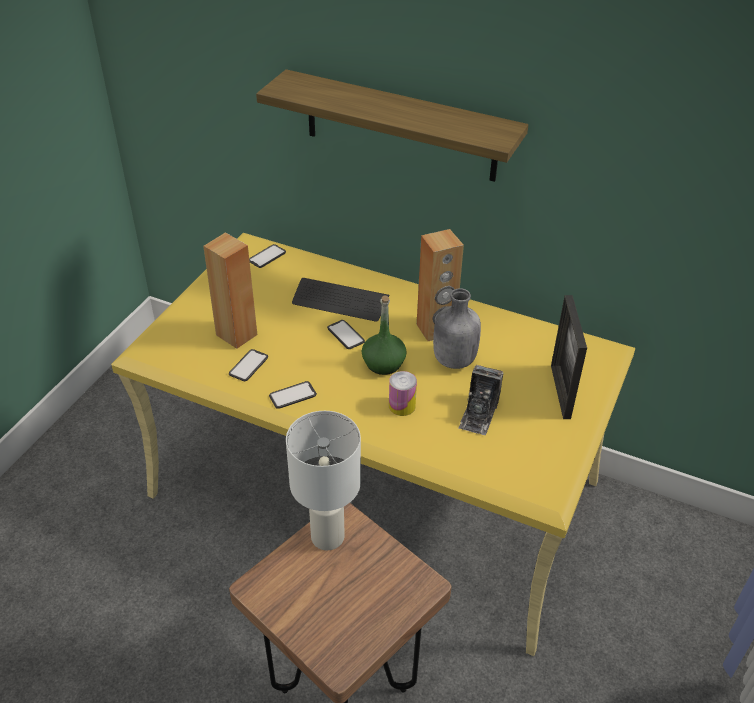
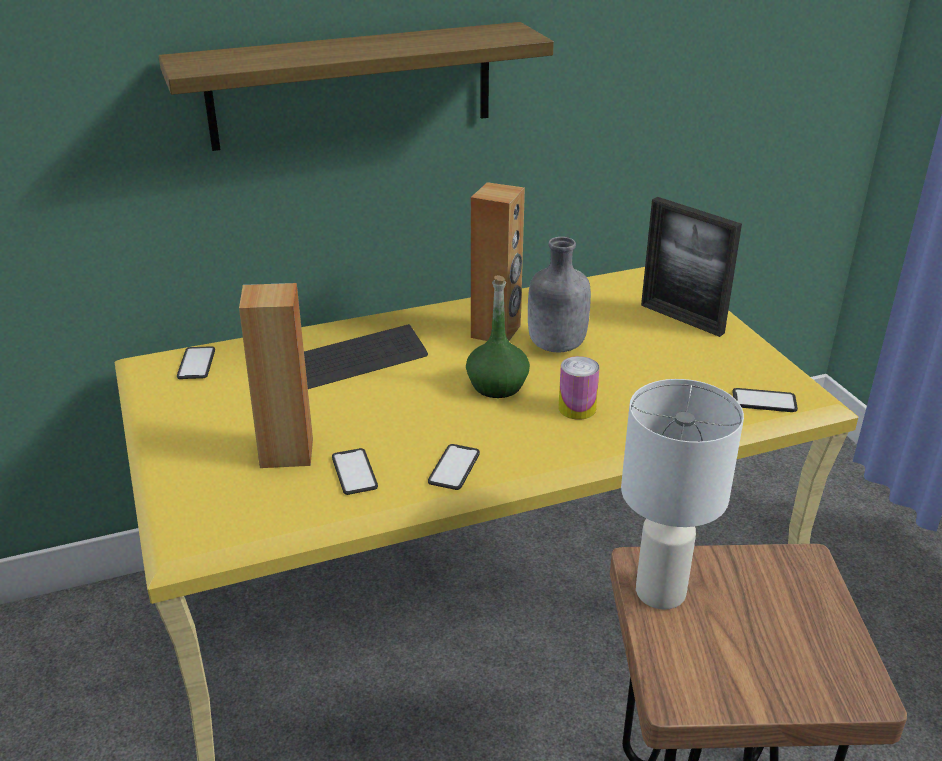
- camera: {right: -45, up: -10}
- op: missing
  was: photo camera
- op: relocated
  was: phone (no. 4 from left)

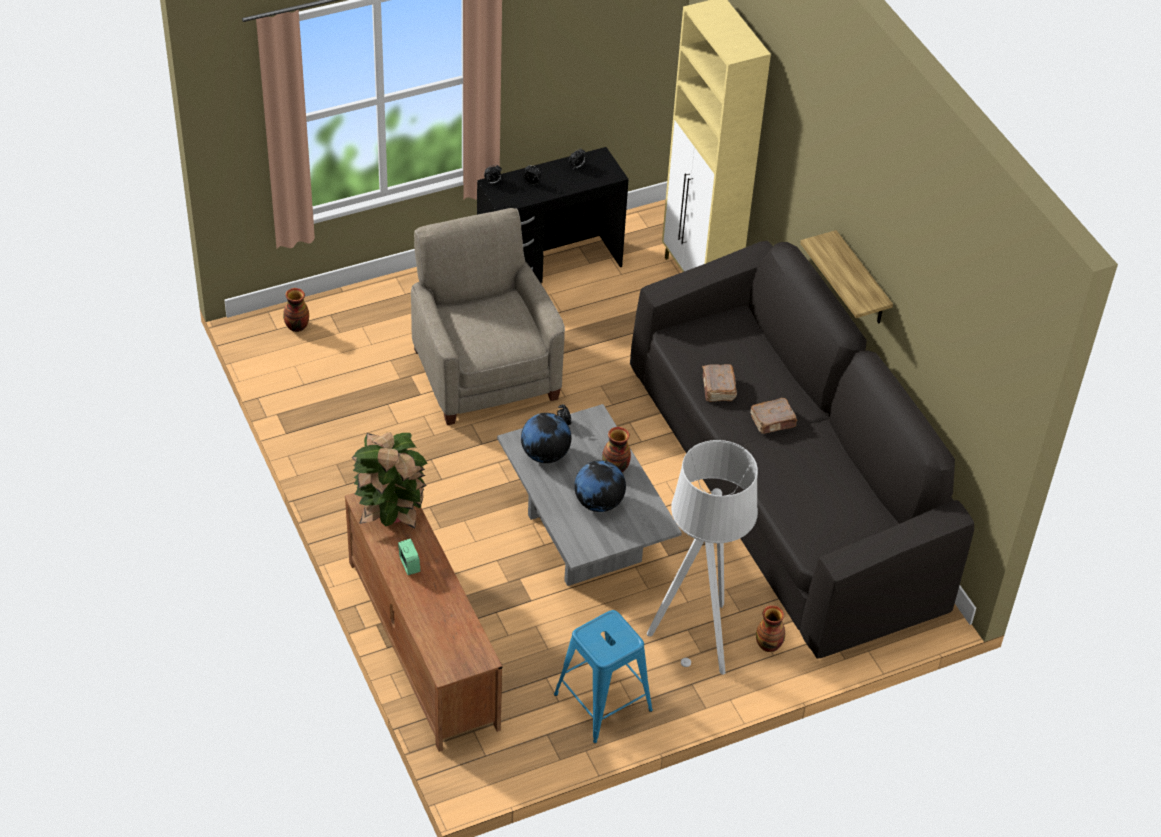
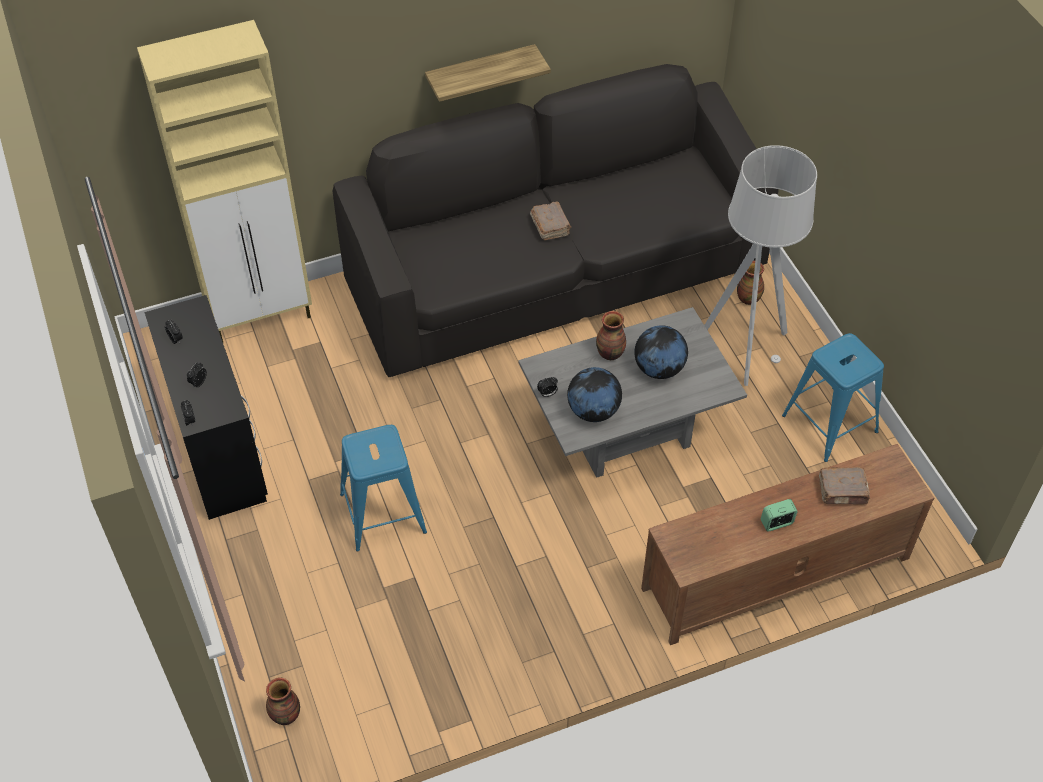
- camera: {right: -85, up: 5}
- op: missing
  was: potted plant
- op: relocated
  was: brown book (no. 1 from left in the first image)
  now: brown book (no. 2 from left)
- op: exchanged
  was: beige armchair
  now: blue stool (no. 1 from left)

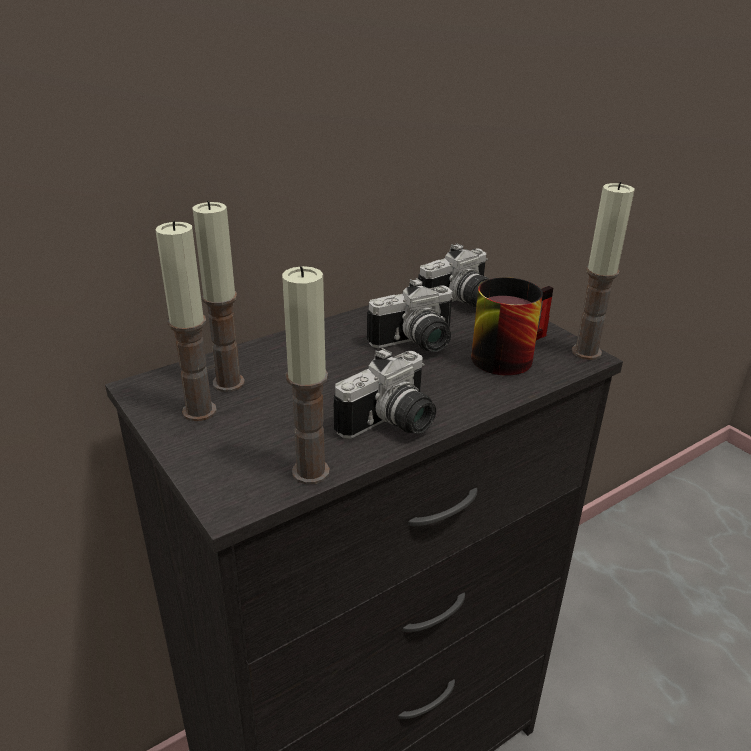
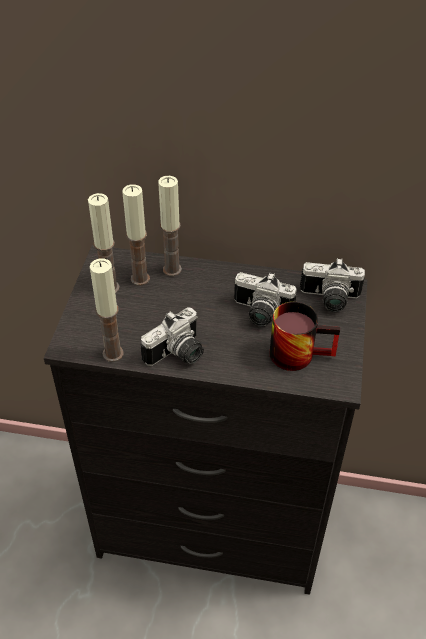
- camera: {right: 45, up: 15}
- op: relocated
  was: candle (no. 4 from left)
- op: spun
  was: photo camera (no. 1 from left)
  clockwise: -45

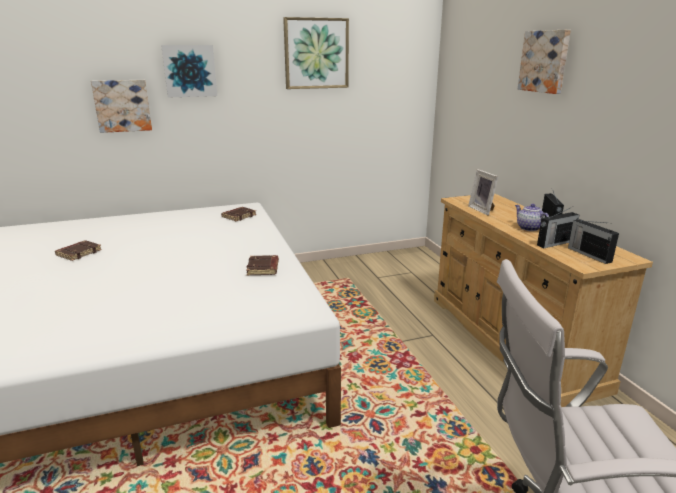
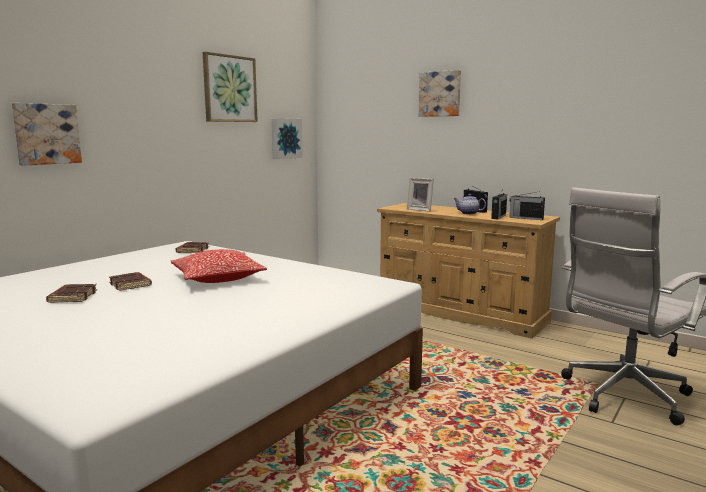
- camera: {right: -35, up: -10}
- op: appeared
  now: pillow
- op: relocated
  was: picture (no. 2 from left in the first image)
  now: picture (no. 3 from left)
- op: relocated
  was: brown book (no. 3 from left in the first image)
  now: brown book (no. 2 from left)

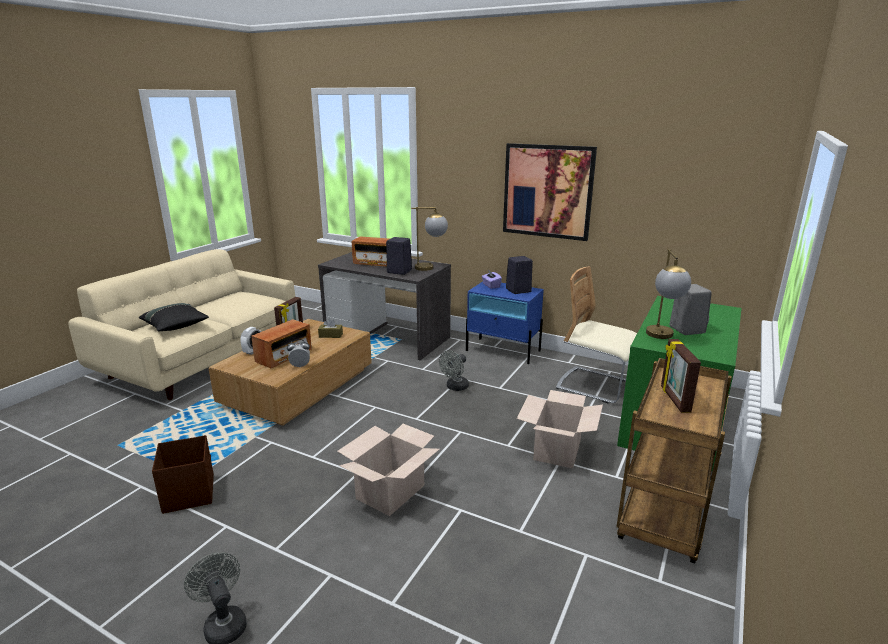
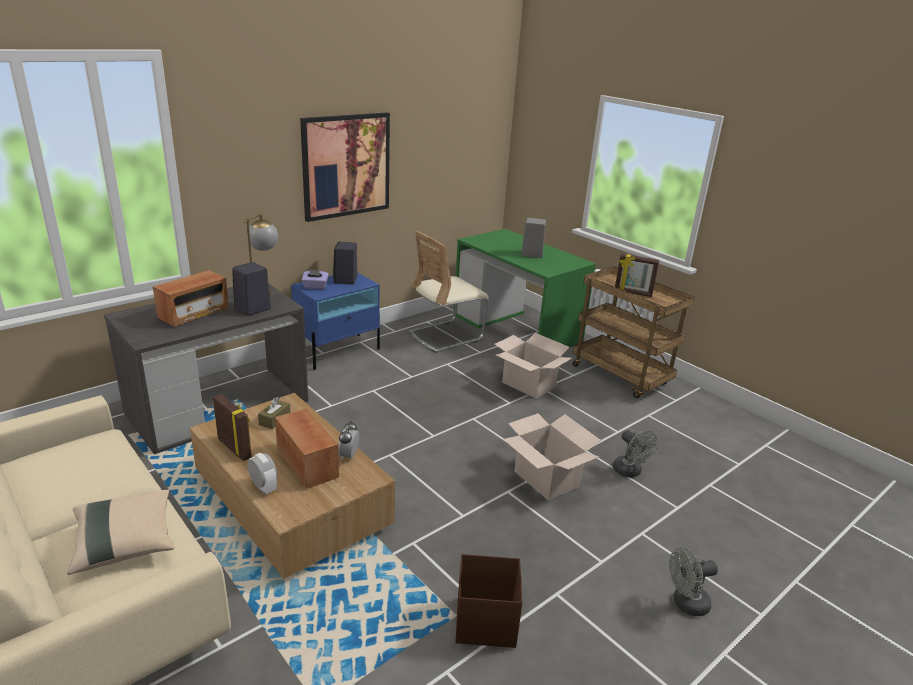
- camera: {right: -70, up: 5}
- op: missing
  was: table lamp (no. 2 from left)
- op: relocated
  was: grey fan (no. 2 from left in the first image)
  now: grey fan (no. 1 from left)
- op: colour
  was: black pillow
  now: beige pillow

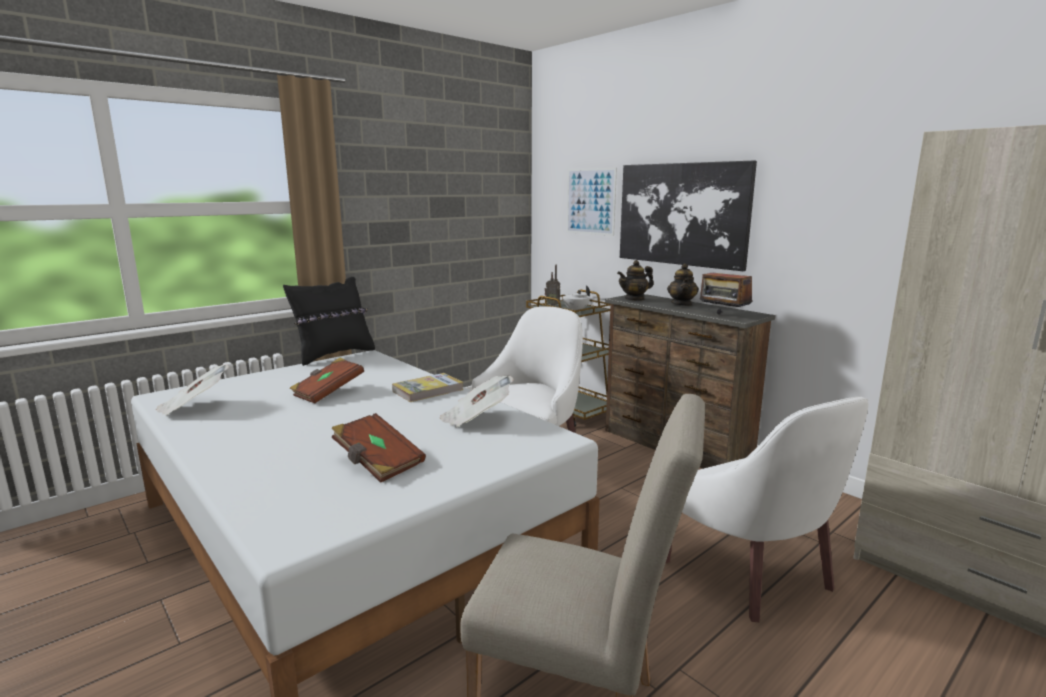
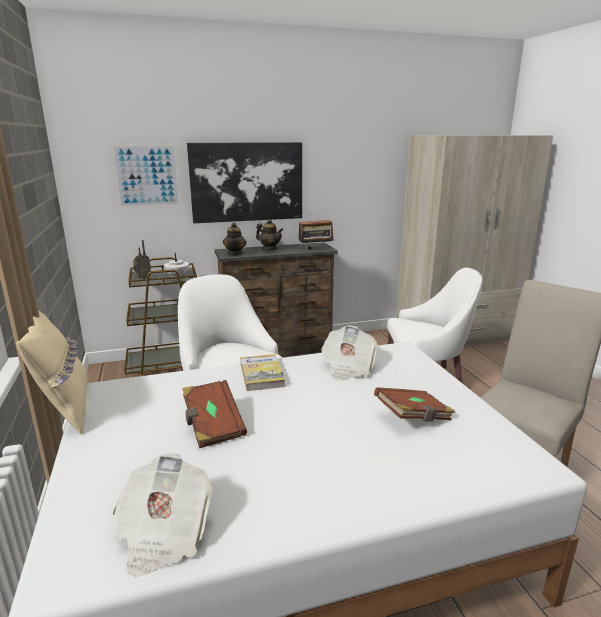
- camera: {right: -65, up: 5}
- op: colour
  was: black pillow
  now: beige pillow

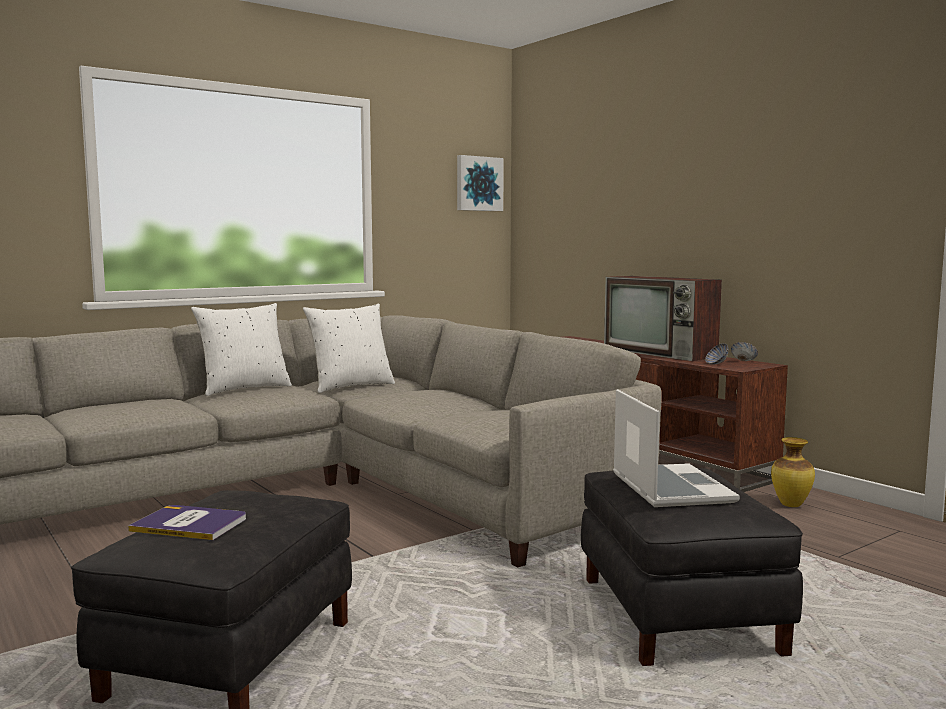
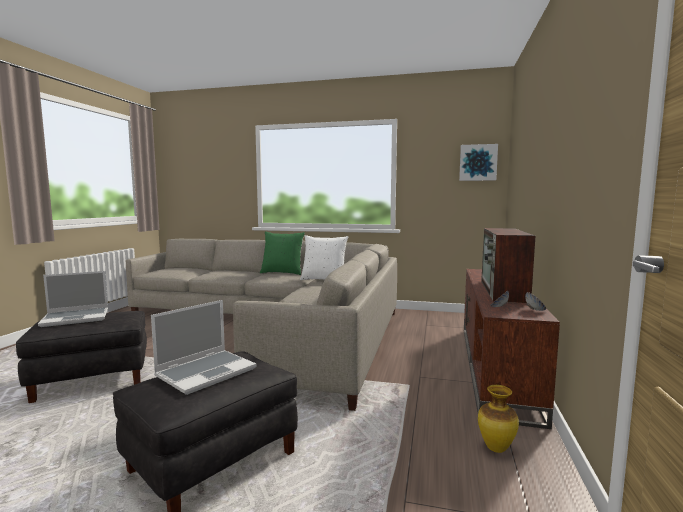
- camera: {right: 50, up: 0}
- op: exchanged
  was: book
  now: laptop (no. 1 from left)
- op: colour
  was: white pillow (no. 1 from left)
  now: green pillow

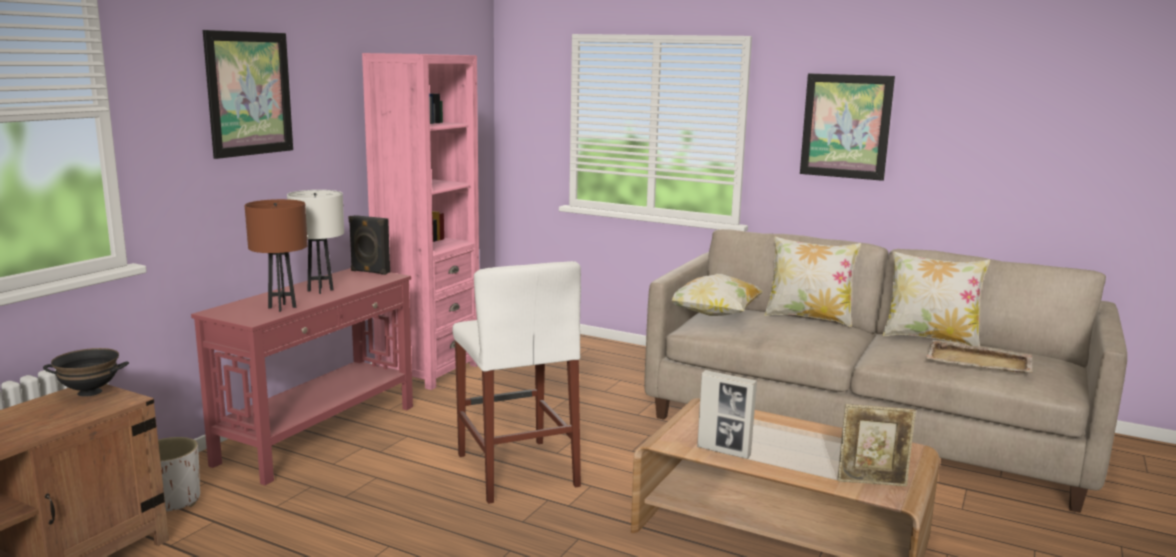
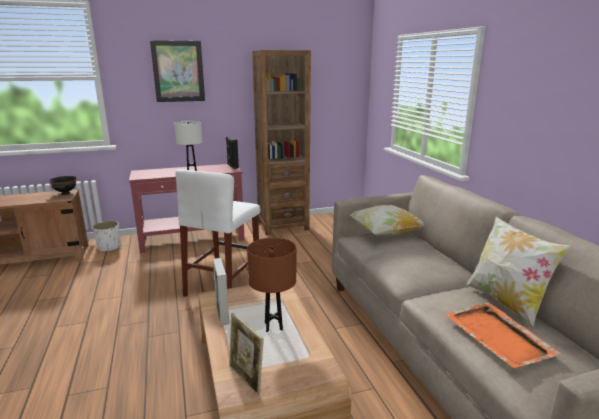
- camera: {right: 45, up: 5}
- op: missing
  was: pillow (no. 2 from left)
- op: missing
  was: picture (no. 2 from left)
- op: relocated
  was: brown table lamp
- op: colour
  was: pink bookcase
  now: brown bookcase
- op: colour
  was: beige tray
  now: orange tray

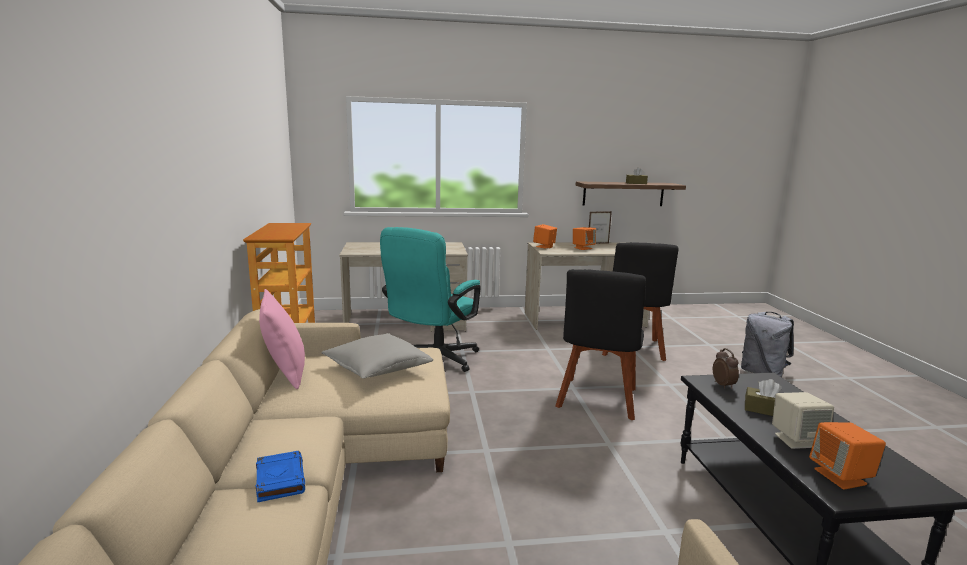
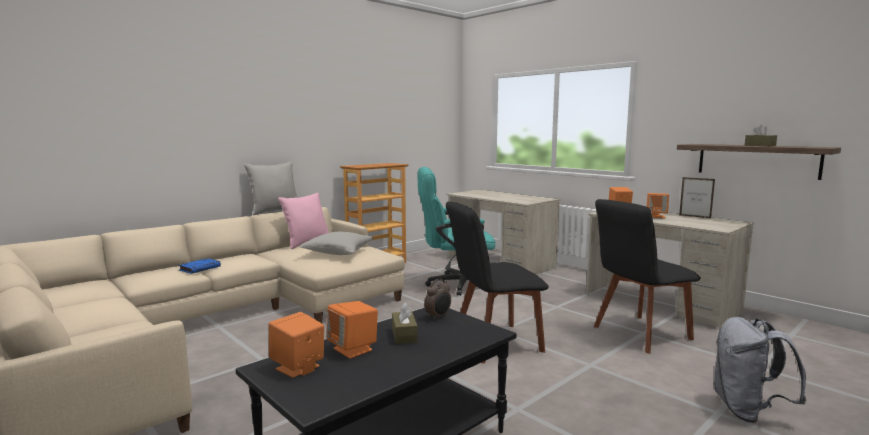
- camera: {right: 55, up: -5}
- op: appeared
  now: grey pillow (no. 1 from left)
- op: colour
  was: beige speaker
  now: orange speaker (no. 2 from left)

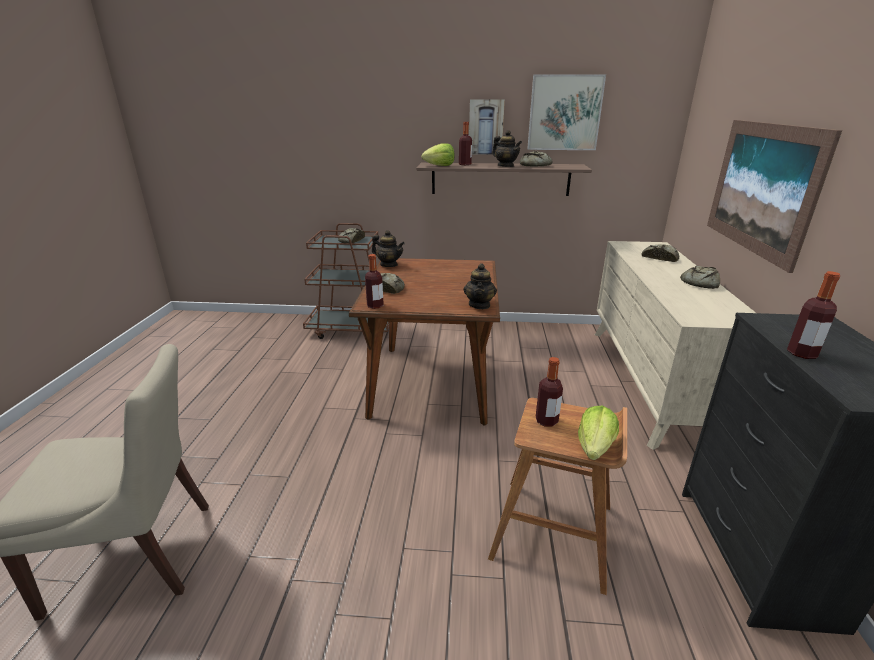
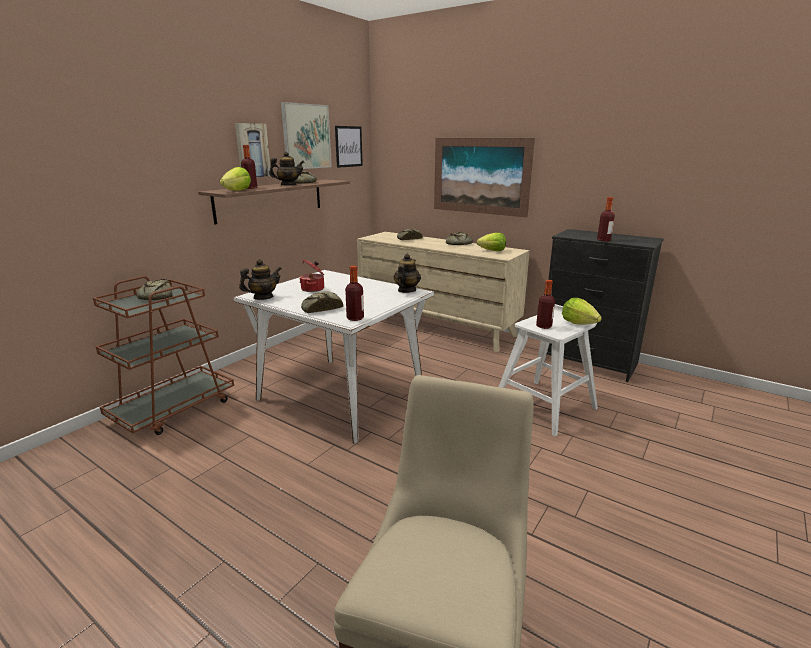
- camera: {right: -60, up: -5}
- op: appeared
  now: cooking pot
- op: appeared
  now: picture (no. 3 from left)
- op: appeared
  now: lettuce (no. 2 from left)
- op: colour
  was: brown dining table
  now: white dining table
- op: colour
  was: brown stool
  now: white stool
- op: spun
  was: teapot (no. 2 from left in the first image)
  clockwise: -105

